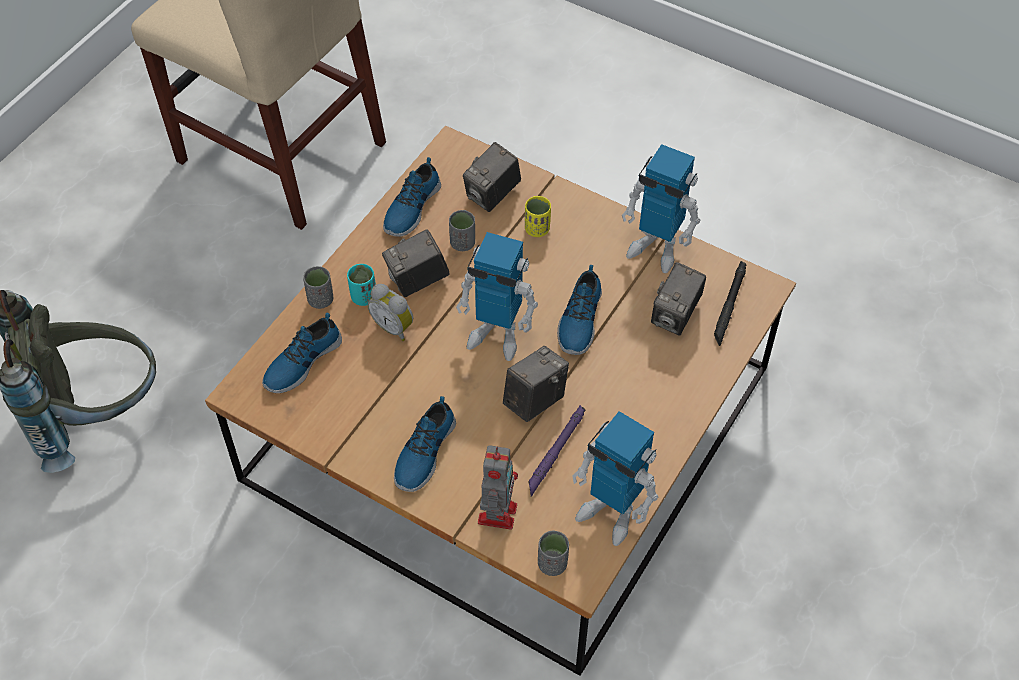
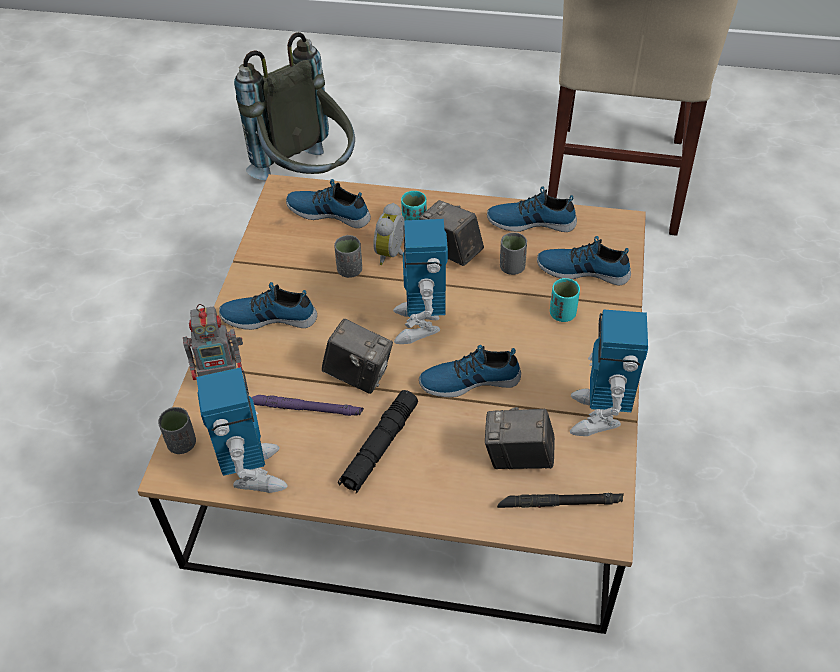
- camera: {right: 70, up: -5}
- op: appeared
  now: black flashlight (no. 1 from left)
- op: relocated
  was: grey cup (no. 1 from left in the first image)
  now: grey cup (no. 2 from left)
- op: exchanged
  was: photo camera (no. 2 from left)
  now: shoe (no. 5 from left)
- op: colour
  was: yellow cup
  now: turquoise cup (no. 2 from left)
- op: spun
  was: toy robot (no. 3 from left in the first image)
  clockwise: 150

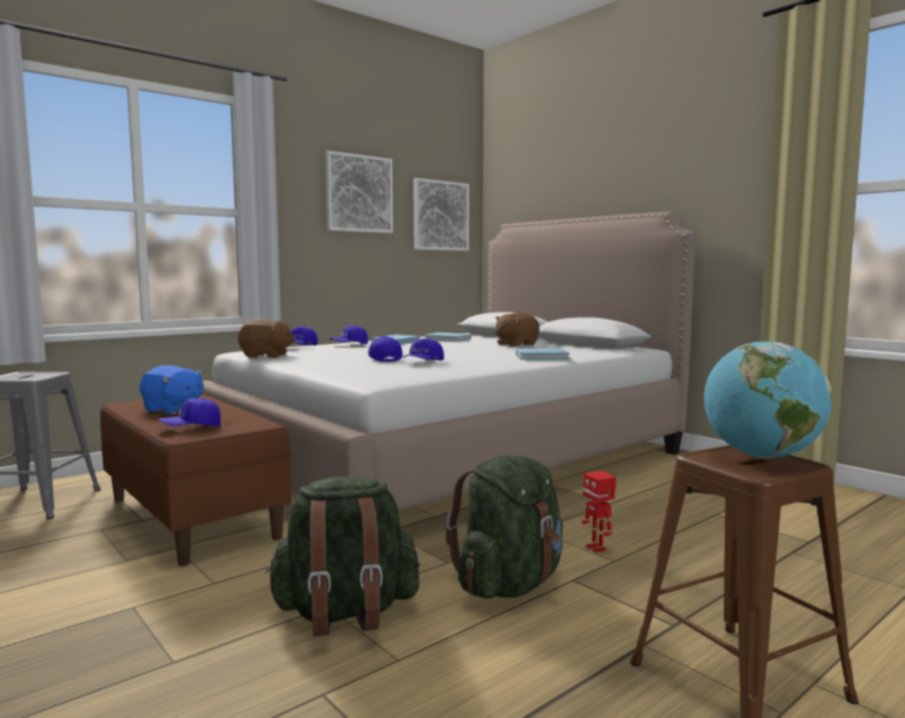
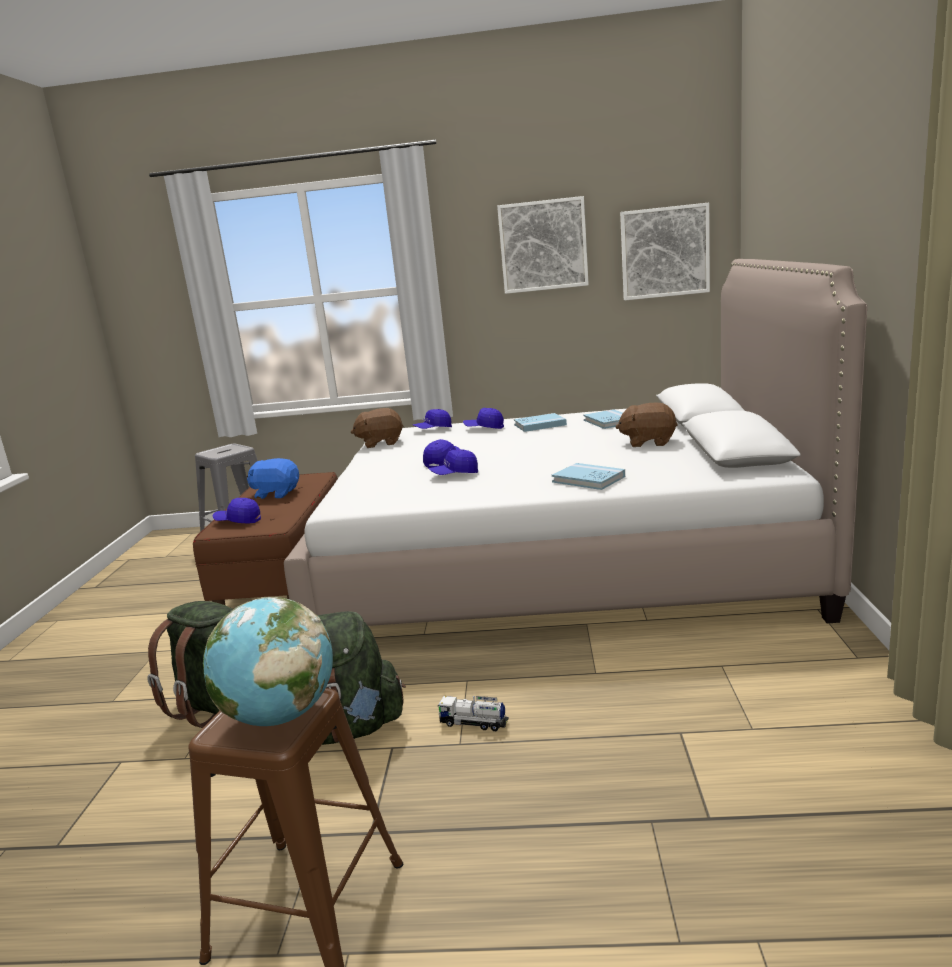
- camera: {right: 45, up: 10}
- op: exchanged
  was: toy robot
  now: toy truck
- op: spun
  was: blue plush toy
  clockwise: 120
- op: spun
  was: brown plush toy (no. 1 from left)
  clockwise: 120

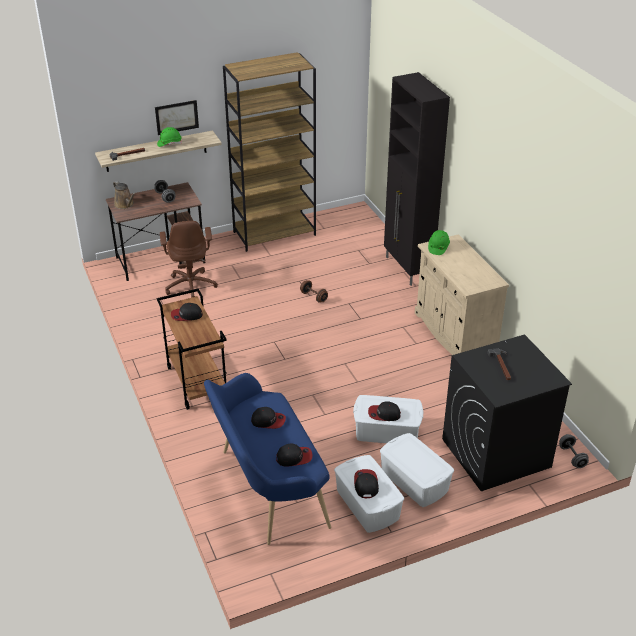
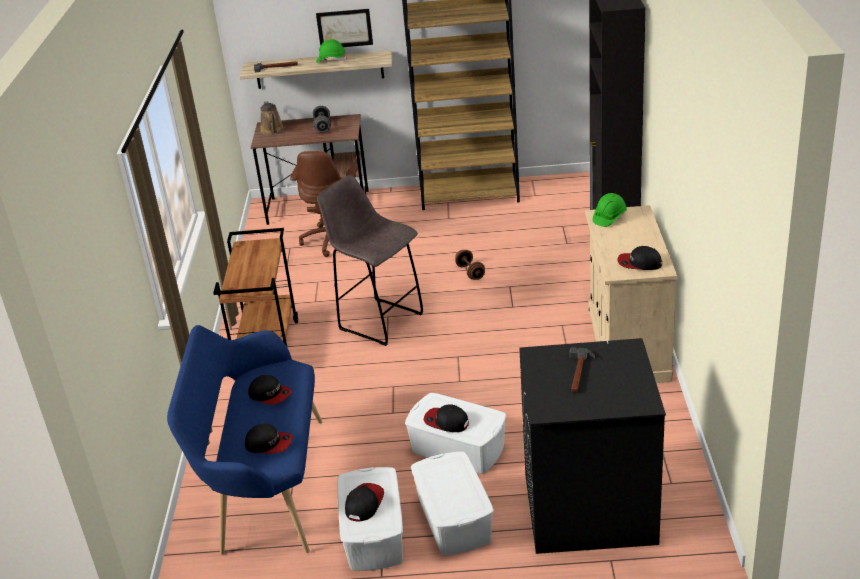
- camera: {right: 25, up: -5}
- op: missing
  was: grey dumbbell (no. 2 from left)
- op: appeared
  now: grey stool
- op: relocated
  was: cap (no. 1 from left in the first image)
  now: cap (no. 5 from left)

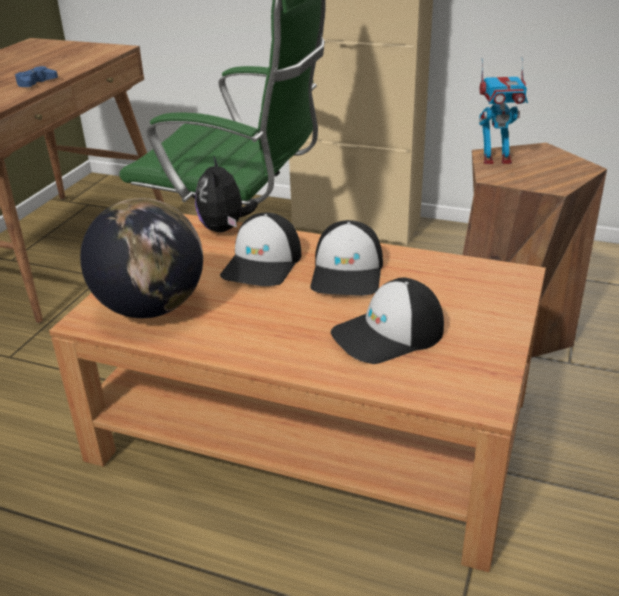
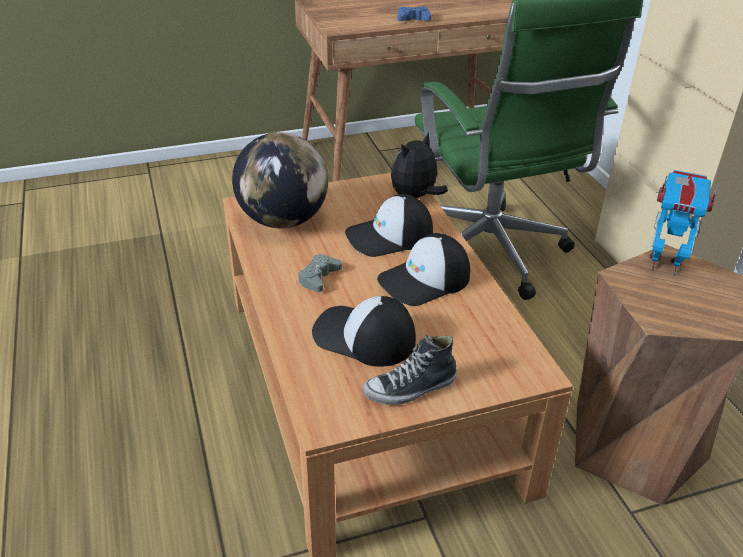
- camera: {right: 50, up: 5}
- op: appeared
  now: grey game controller
- op: appeared
  now: shoe
- op: spun
  was: toy robot
  clockwise: 150

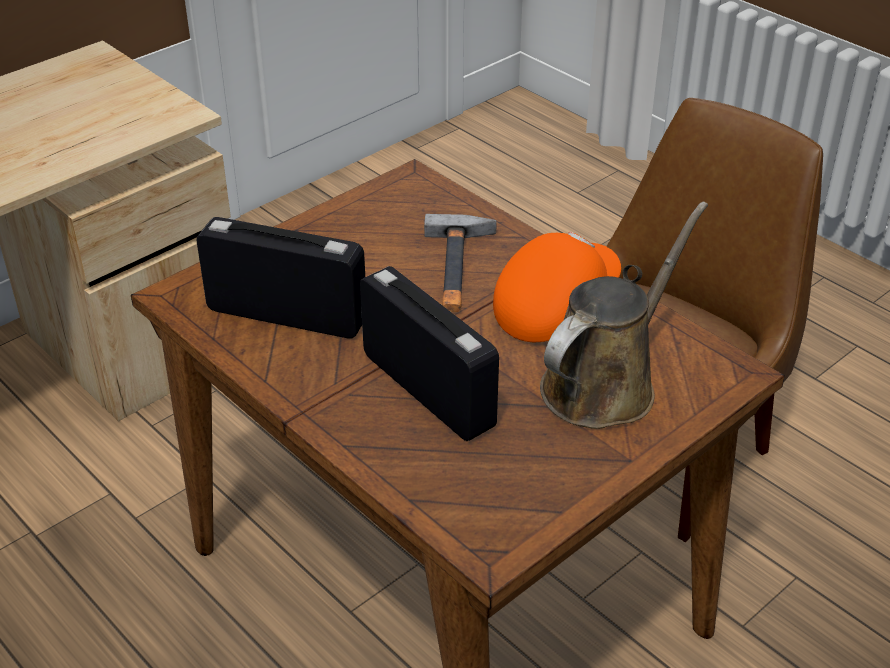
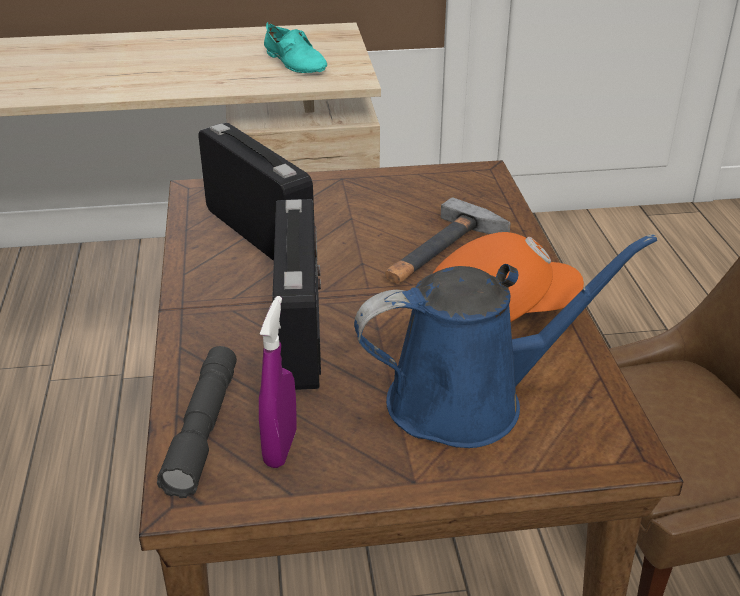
- camera: {right: 35, up: -5}
- op: appeared
  now: grey flashlight
- op: appeared
  now: purple spray bottle
- op: appeared
  now: turquoise shoe
- op: colour
  was: brown watering can
  now: blue watering can

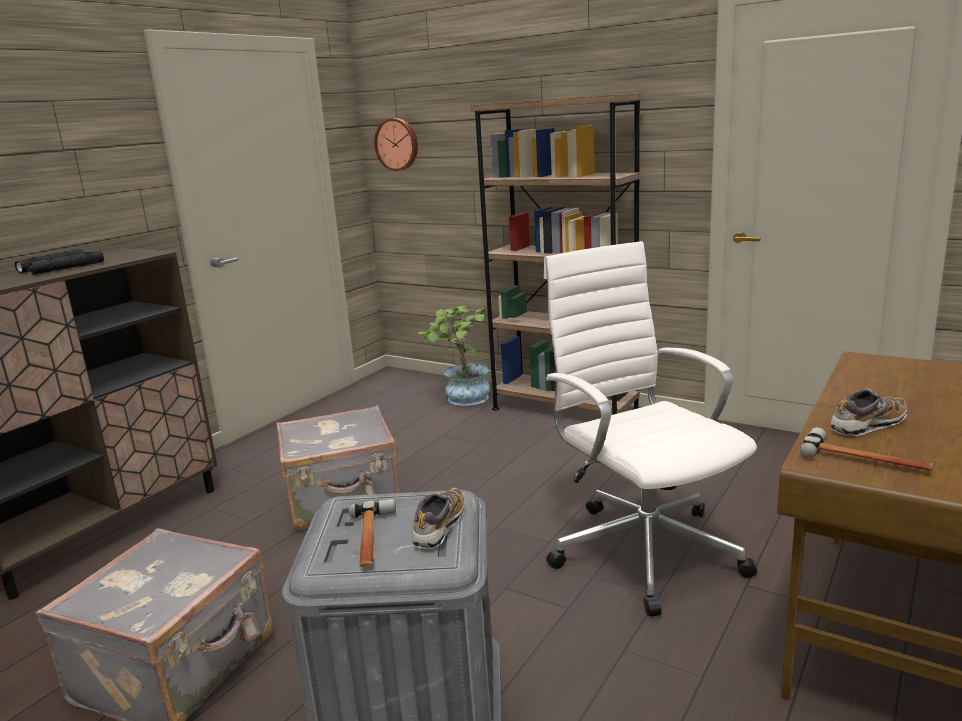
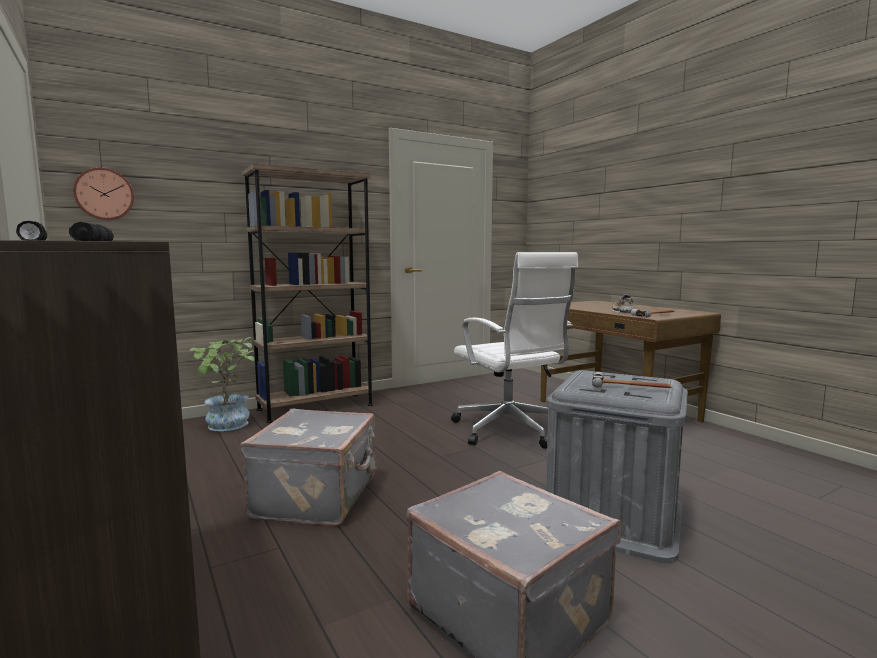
- camera: {right: -65, up: -10}
- op: missing
  was: shoe (no. 1 from left)
- op: spun
  was: white office chair
  clockwise: -120

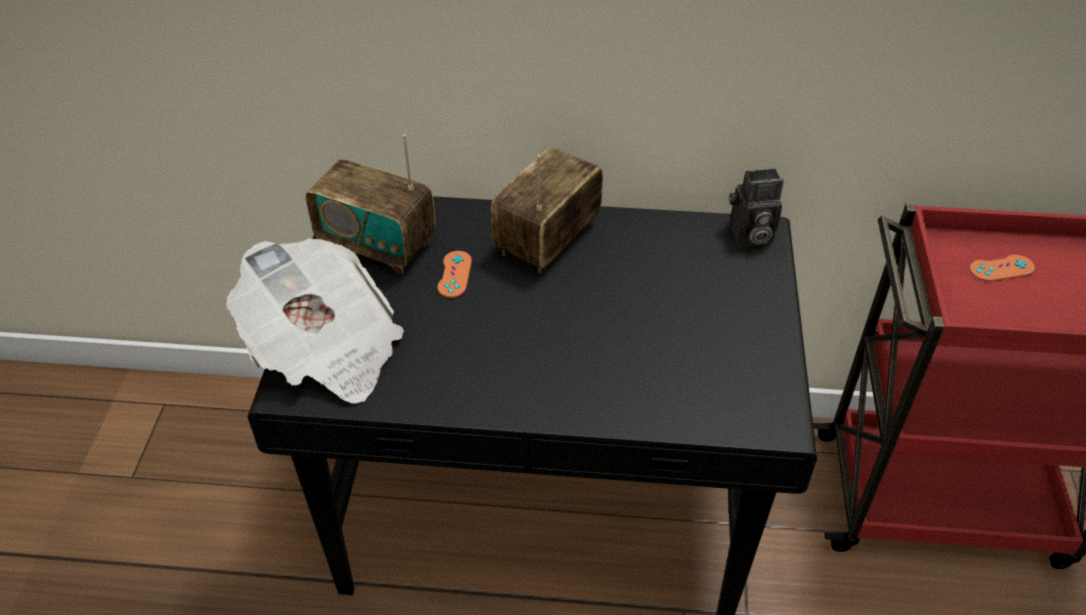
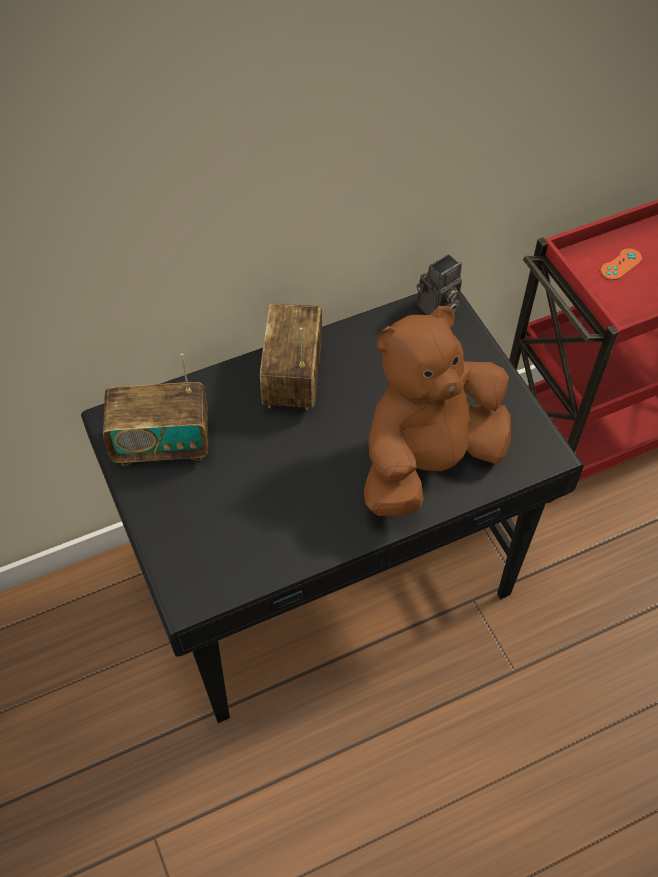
- camera: {right: -30, up: 10}
- op: missing
  was: newspaper
- op: missing
  was: orange game controller (no. 1 from left)
- op: appeared
  now: brown plush toy

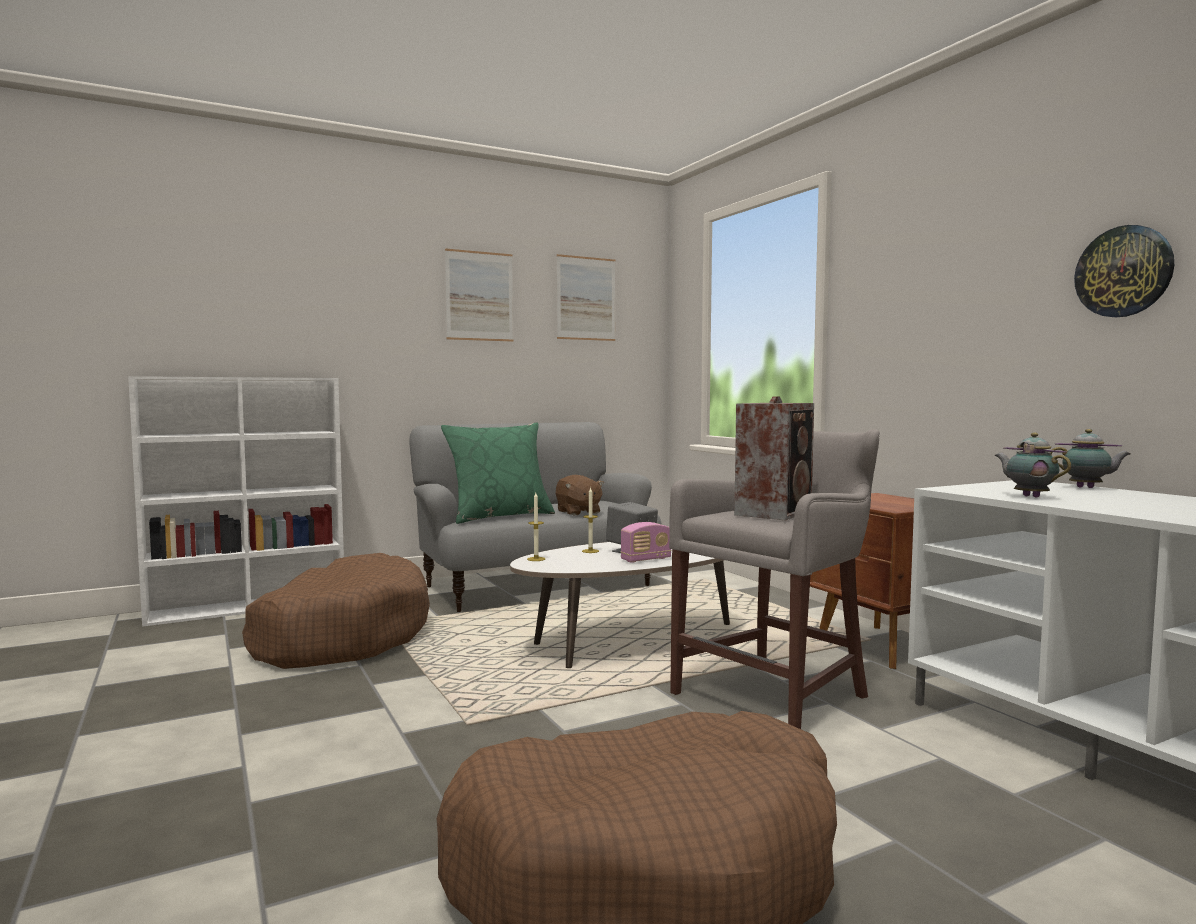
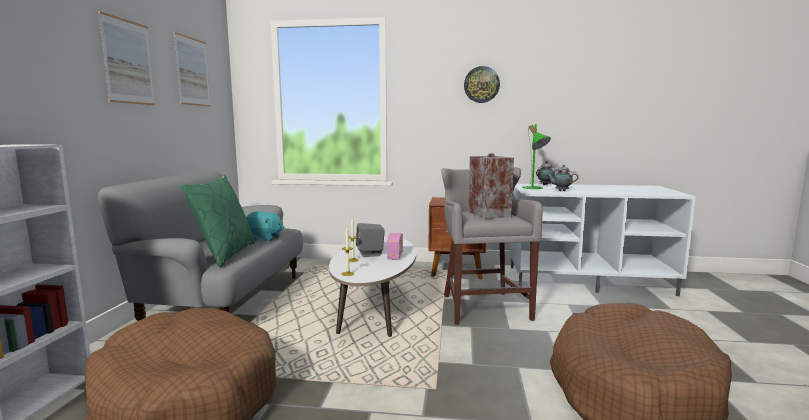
- camera: {right: -55, up: 5}
- op: appeared
  now: green table lamp
- op: relocated
  was: wall clock
- op: colour
  was: brown plush toy
  now: turquoise plush toy

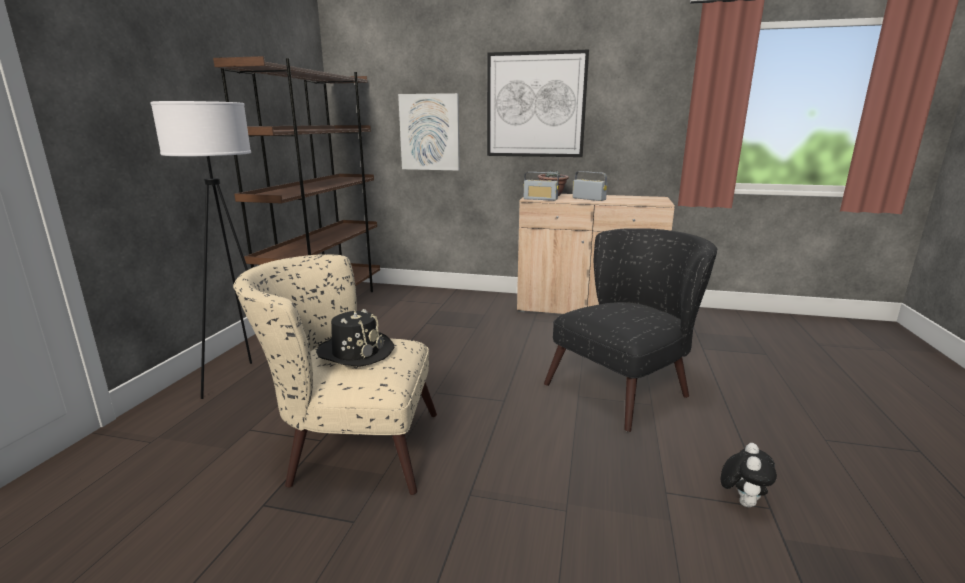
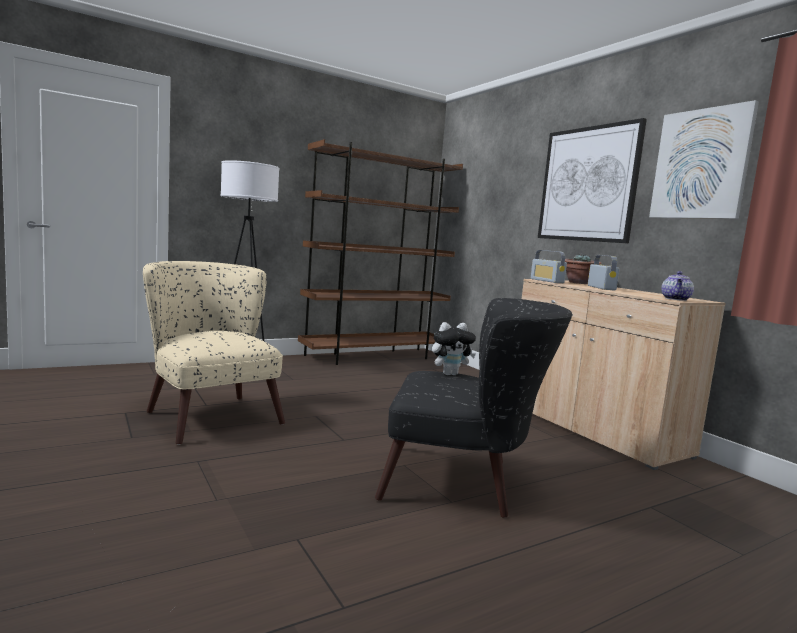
- camera: {right: 45, up: -10}
- op: missing
  was: black hat
- op: appeared
  now: teapot
- op: relocated
  was: picture (no. 1 from left in the first image)
  now: picture (no. 2 from left)
- op: relocated
  was: plush toy

